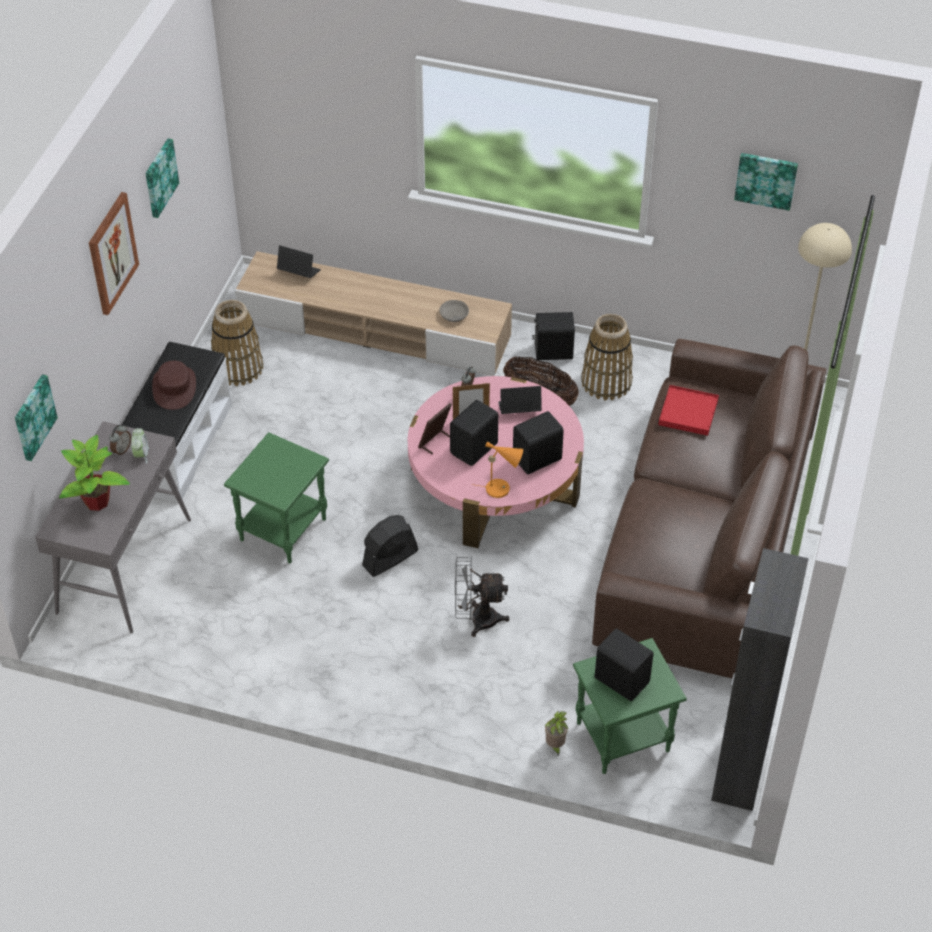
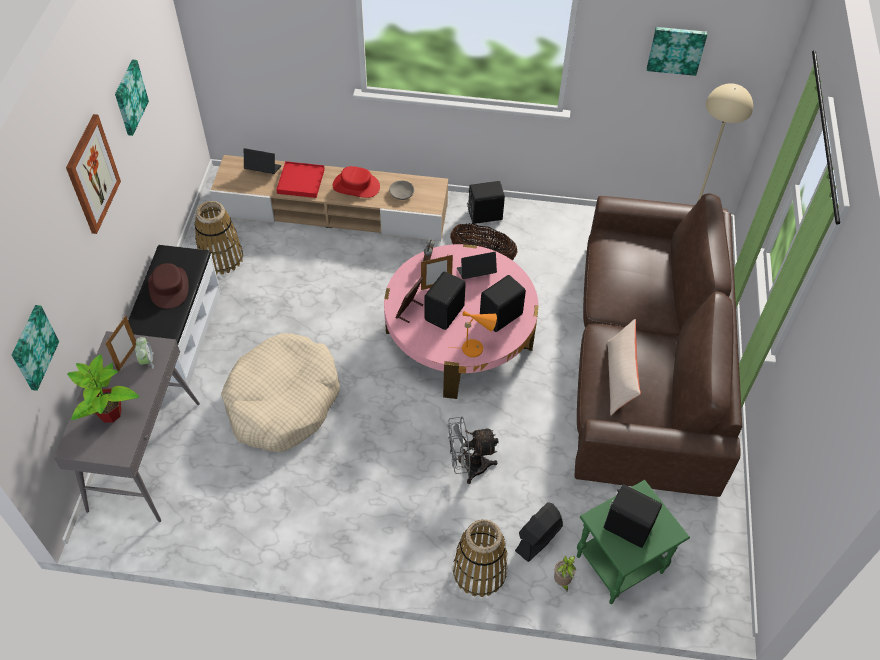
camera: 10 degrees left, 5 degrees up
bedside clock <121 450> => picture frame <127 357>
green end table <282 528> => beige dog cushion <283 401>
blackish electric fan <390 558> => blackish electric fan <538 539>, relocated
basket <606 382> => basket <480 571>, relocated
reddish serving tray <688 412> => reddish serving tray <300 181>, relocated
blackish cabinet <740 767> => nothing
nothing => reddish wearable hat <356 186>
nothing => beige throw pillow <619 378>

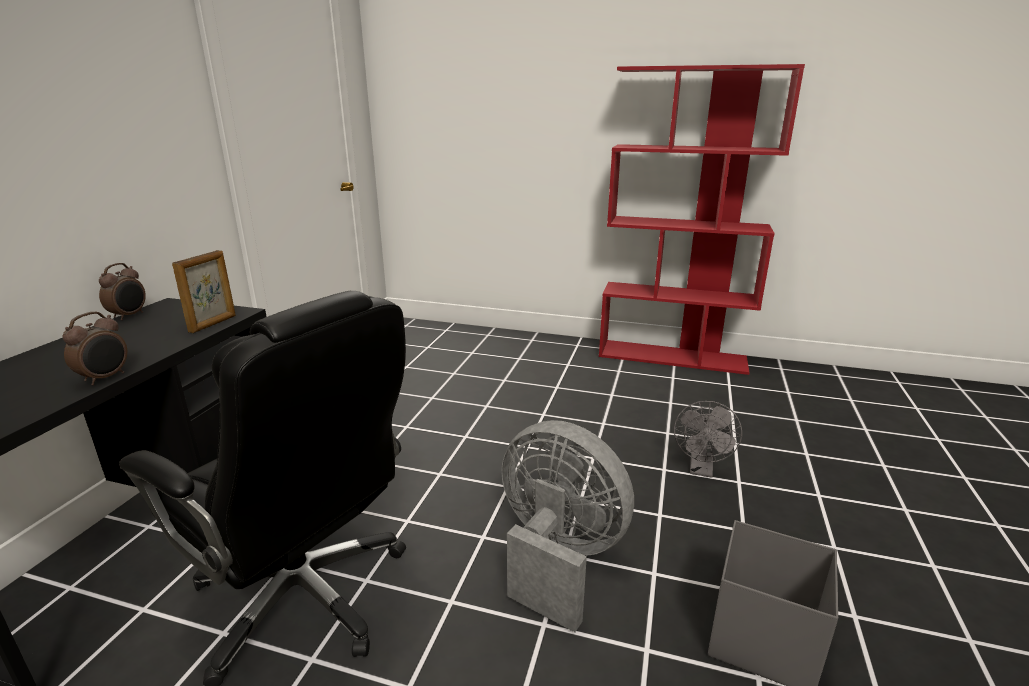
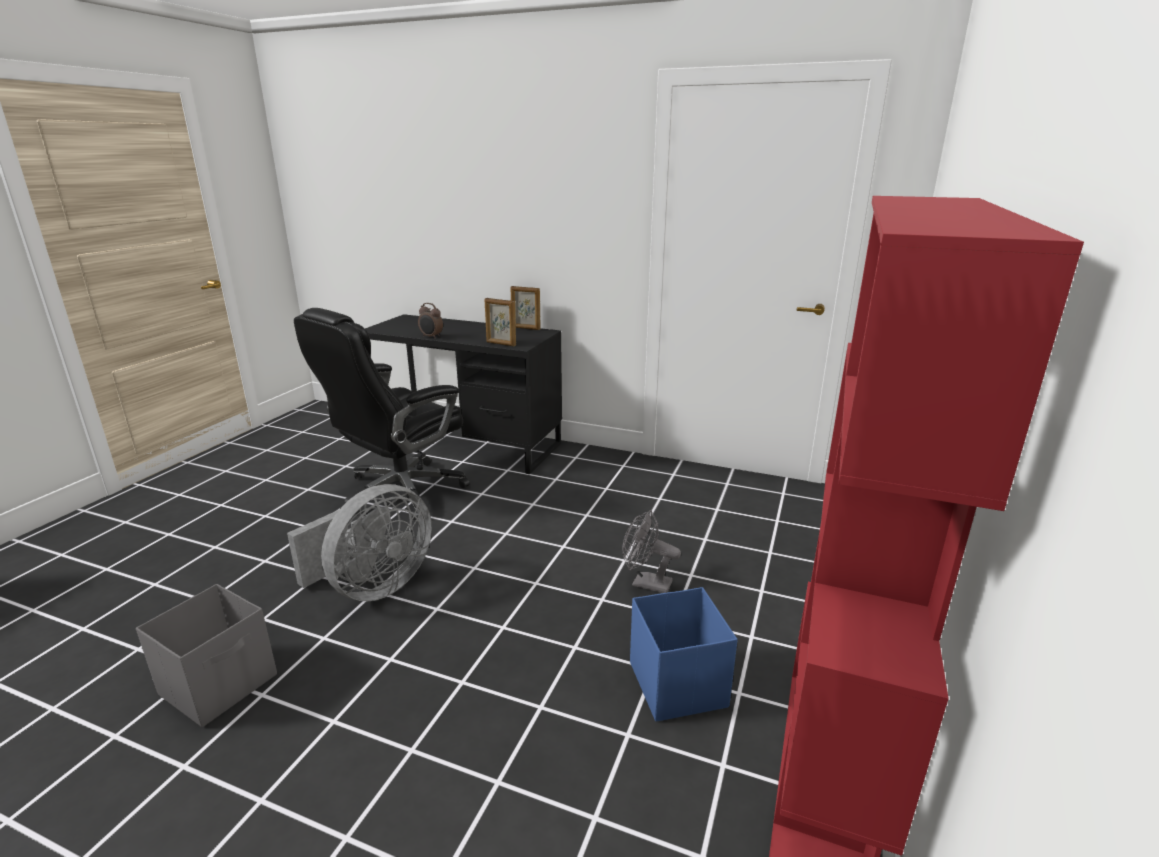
camera: 95 degrees right, 0 degrees up
bedside clock <129 316> => picture frame <525 328>
grey electric fan <701 470> => grey electric fan <645 583>, relocated
nothing => blue storage bin <677 683>

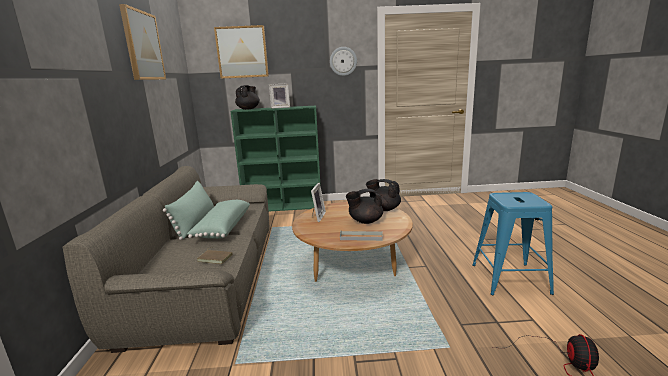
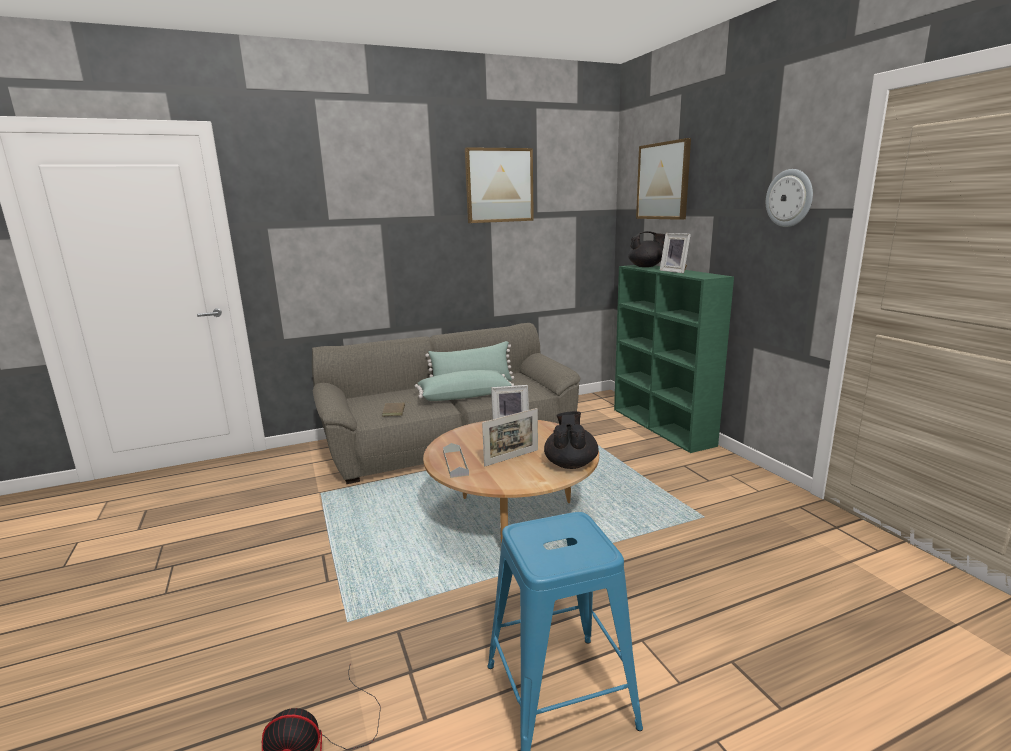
camera: 70 degrees right, 0 degrees up
blackish pot for tea <365 221> => picture frame <511 458>

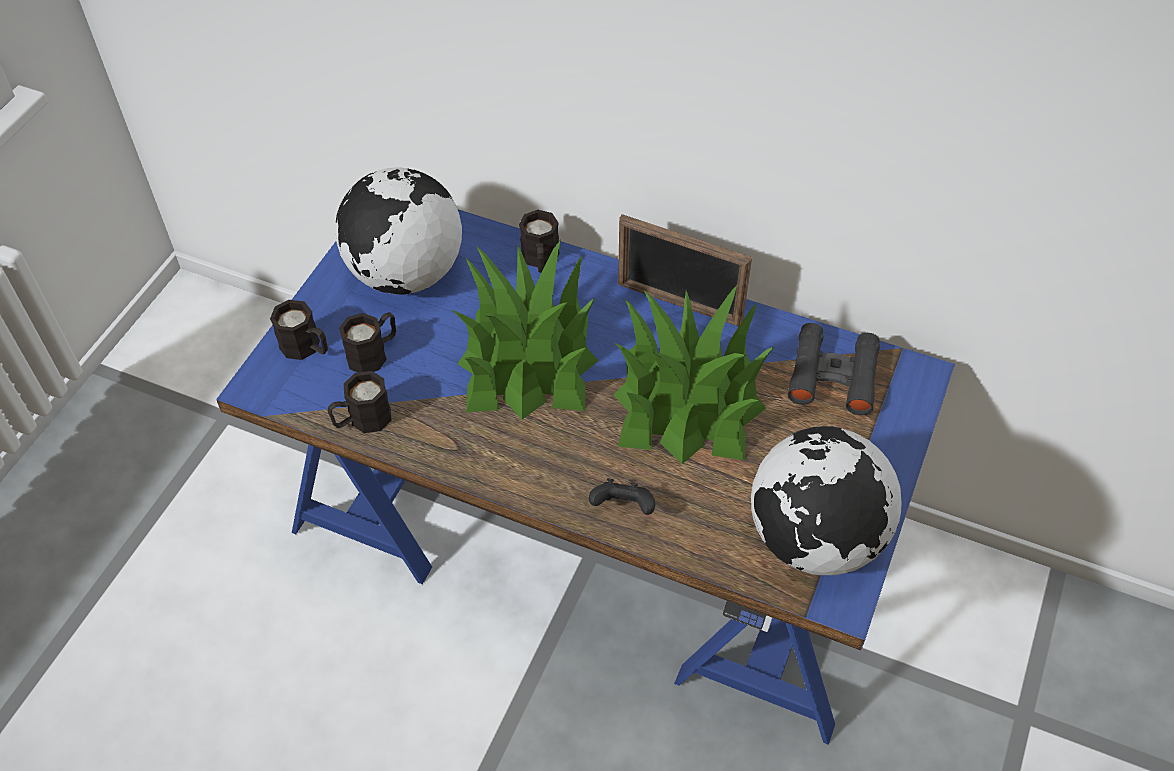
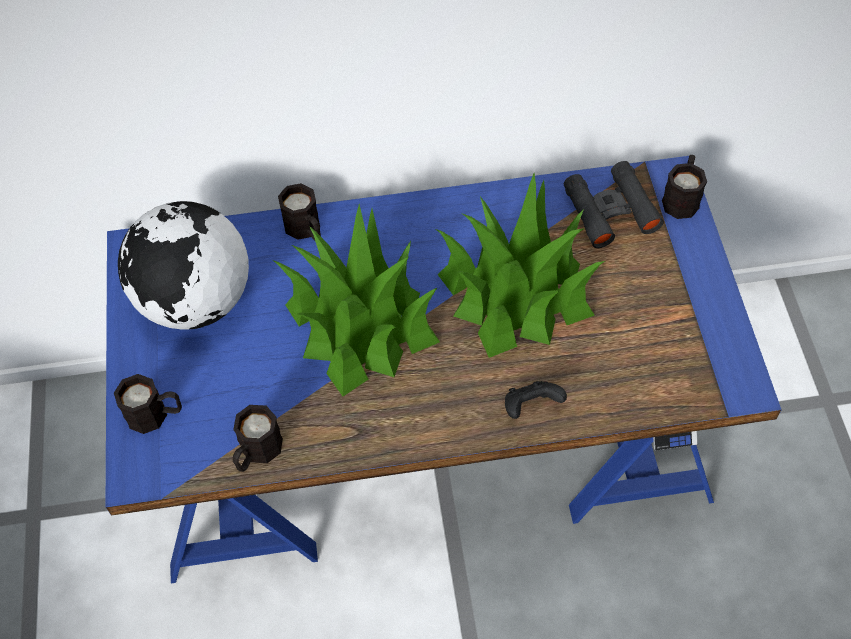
camera: 30 degrees left, 5 degrees up
blackish coffee mug <374 353> => blackish coffee mug <682 197>, relocated
picture frame <679 304> => nothing
globe <815 539> => nothing

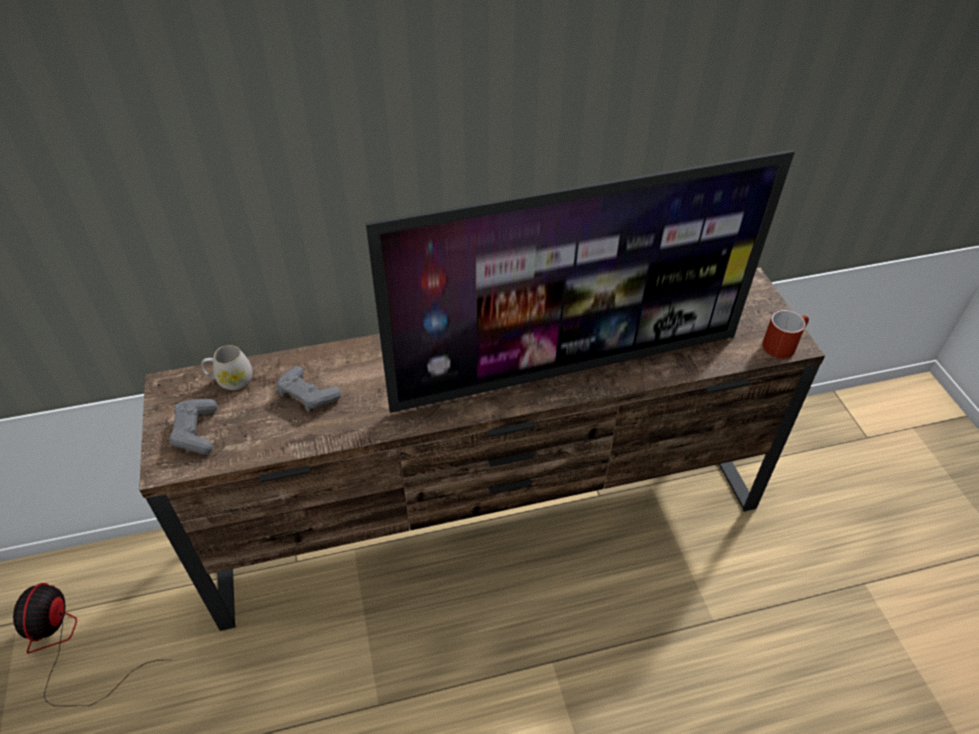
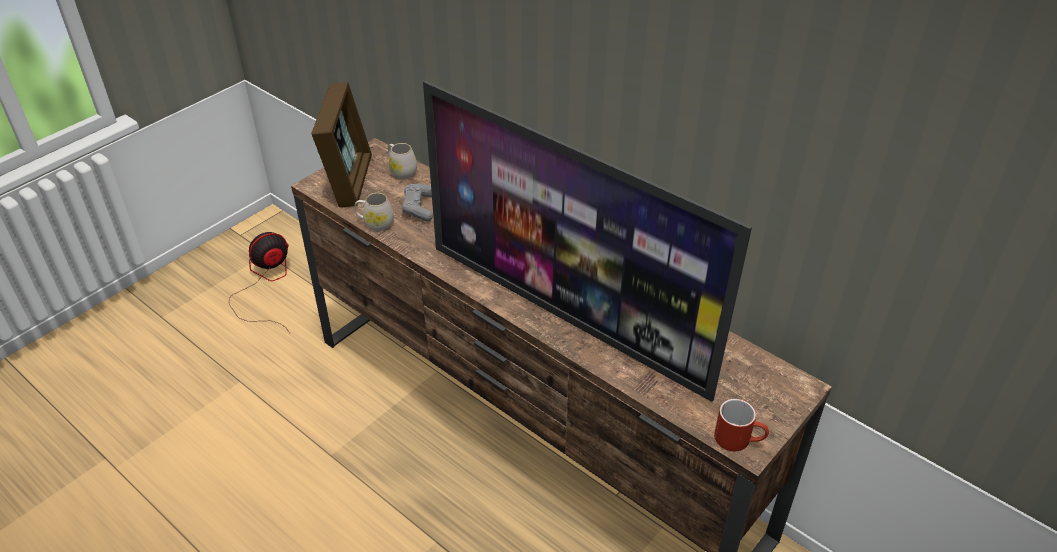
camera: 55 degrees right, 5 degrees down
grey game controller <196 432> => picture frame <349 181>
nothing => white coffee mug <375 223>

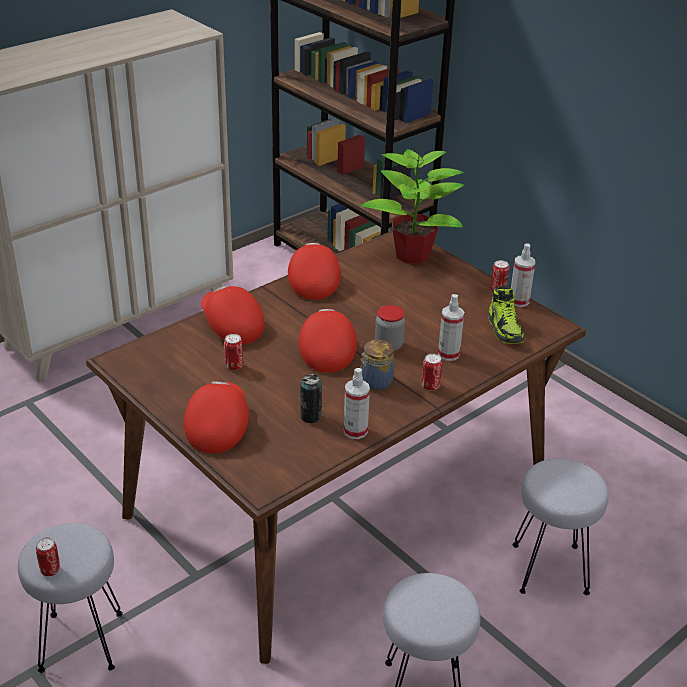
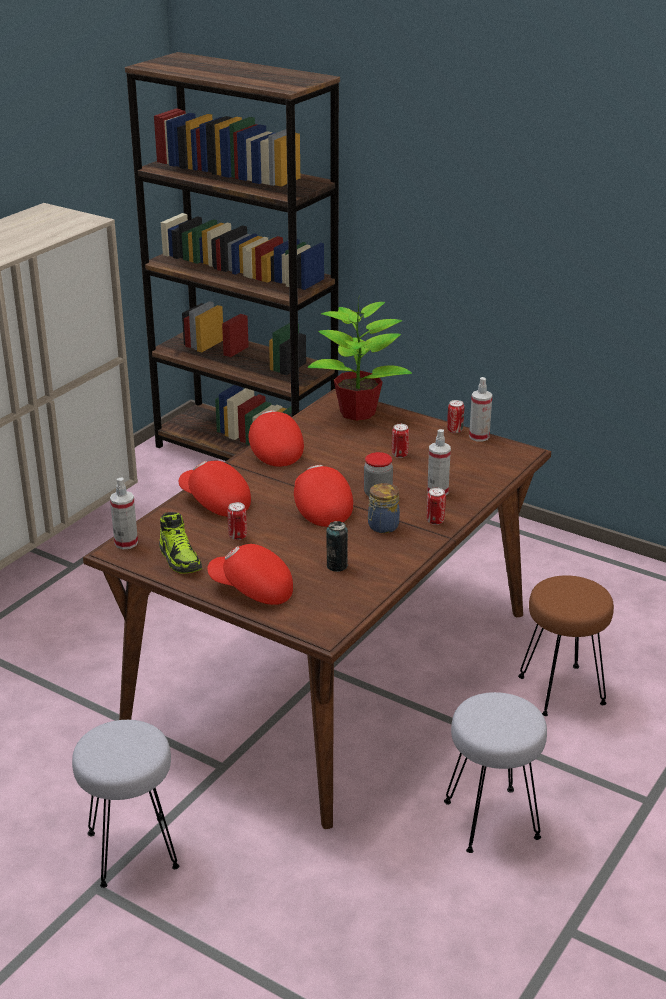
camera: 15 degrees left, 5 degrees down
sealed can <50 570> => sealed can <399 455>, relocated
reddish baseball cap <217 427> => reddish baseball cap <251 590>, 60 degrees counterclockwise
spray bottle <355 431> => spray bottle <126 543>, relocated
shoe <505 329> => shoe <180 559>, relocated
grey sitting stool <549 570> => brown-coloured sitting stool <561 691>

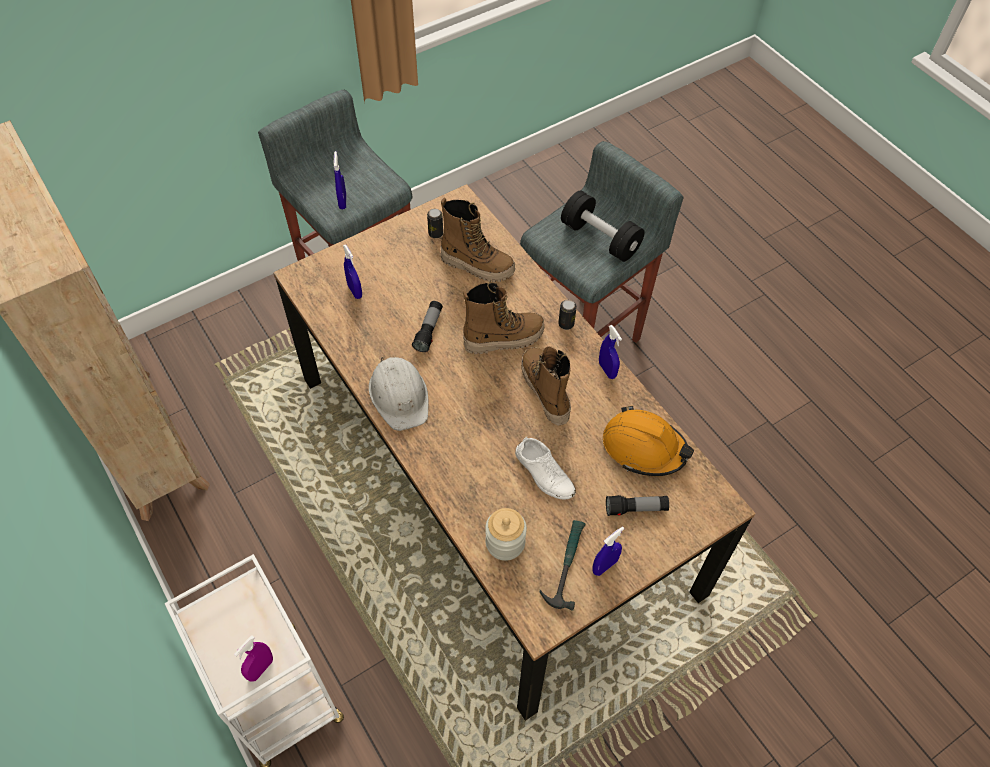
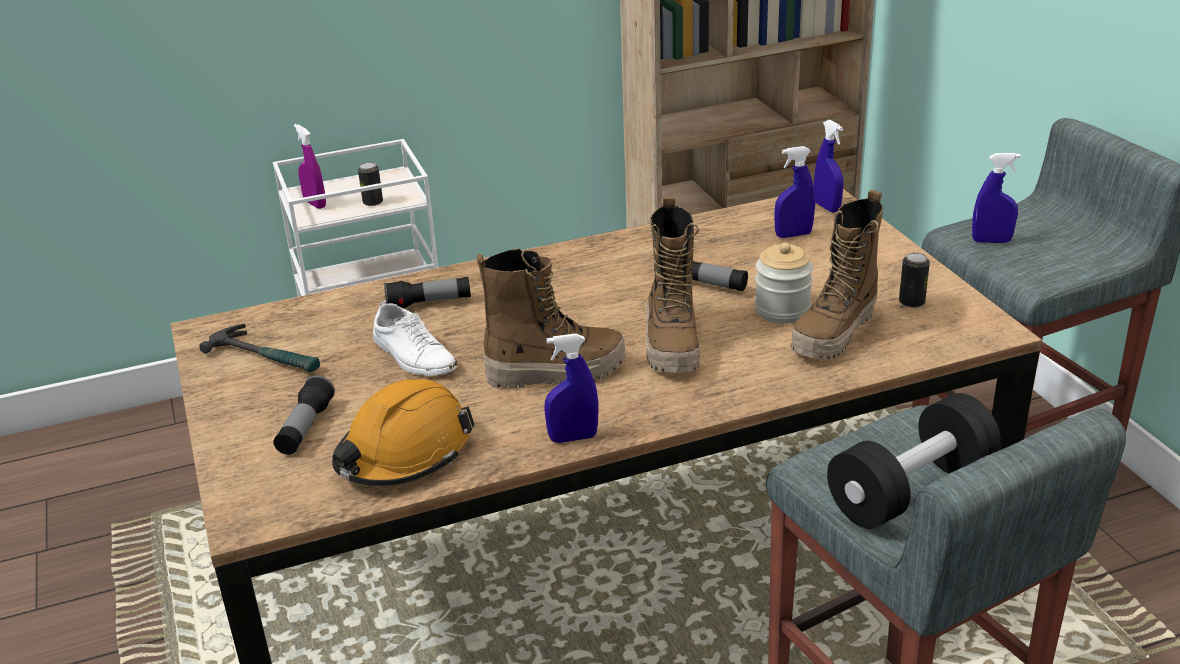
camera: 105 degrees right, 25 degrees down
white hard hat <400 395> => nothing
storage jar <505 542> => storage jar <782 310>, relocated
white shoe <544 473> => white shoe <414 356>, 105 degrees counterclockwise
sealed can <566 324> => sealed can <373 202>, relocated
blue spray bottle <604 566> => blue spray bottle <827 207>, relocated
nothing => hand torch <429 303>

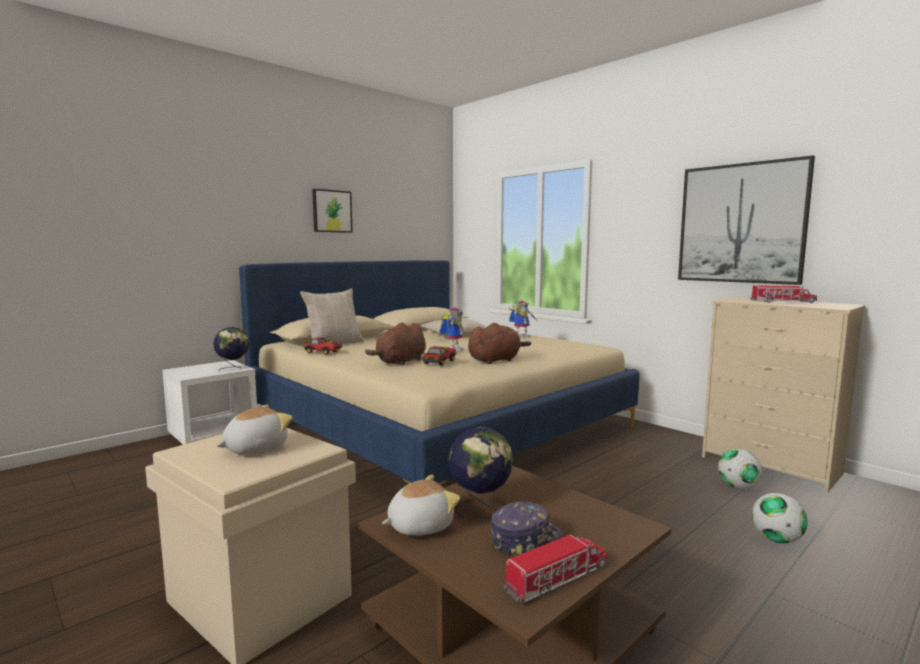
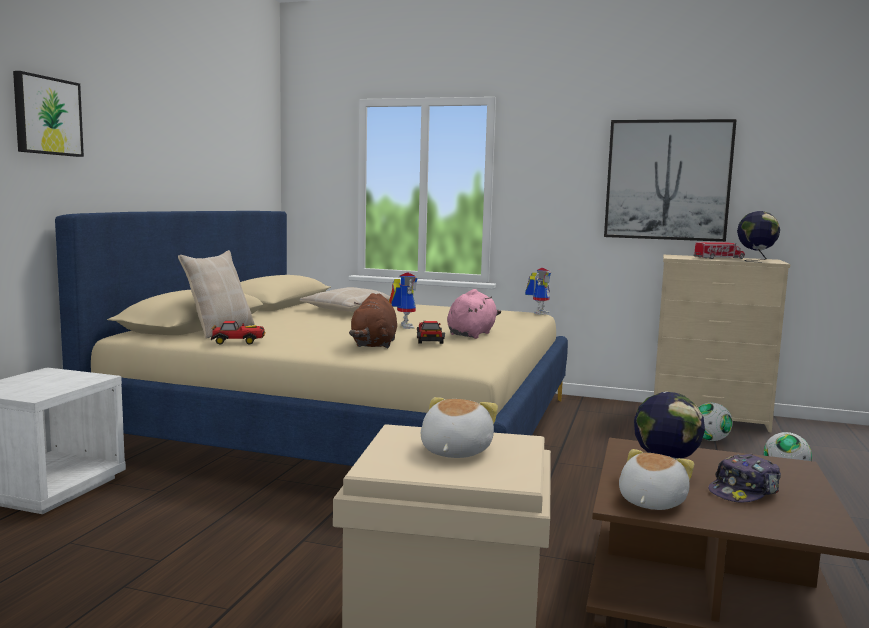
camera: 30 degrees left, 0 degrees up
globe <233 368> => globe <755 261>, relocated
wall art <331 211> => wall art <47 116>, relocated
brown-coloured soft toy <496 360> => pinkish soft toy <472 334>
baseball cap <525 538> => baseball cap <744 491>, 150 degrees counterclockwise
toy truck <558 578> => nothing
model robot <521 336> => model robot <539 313>, relocated

